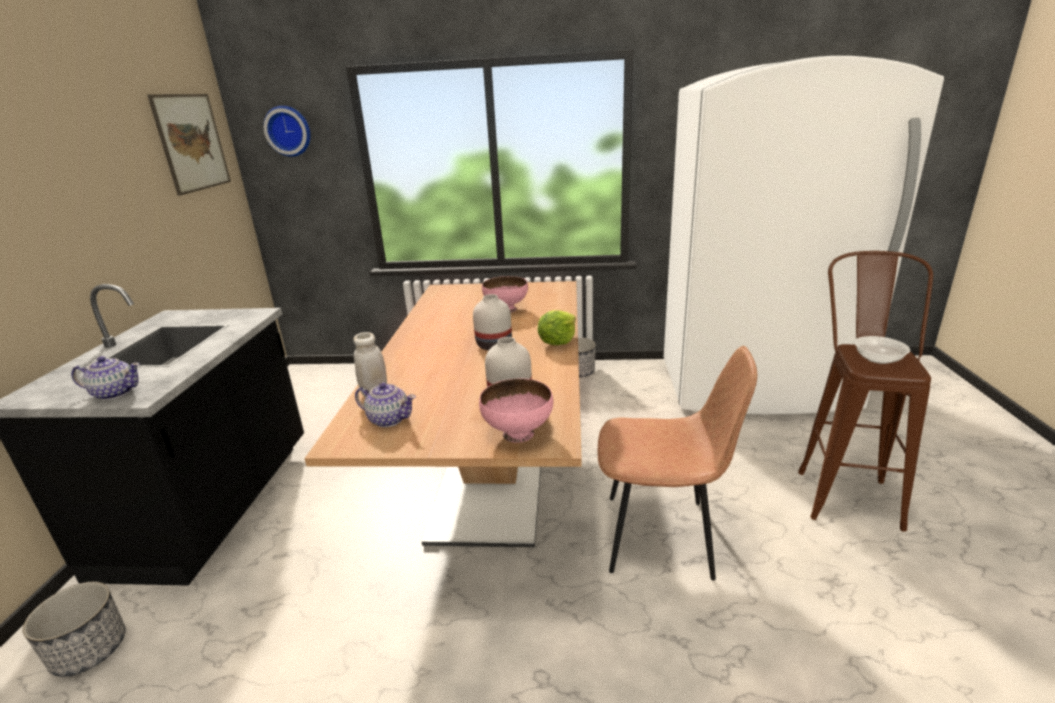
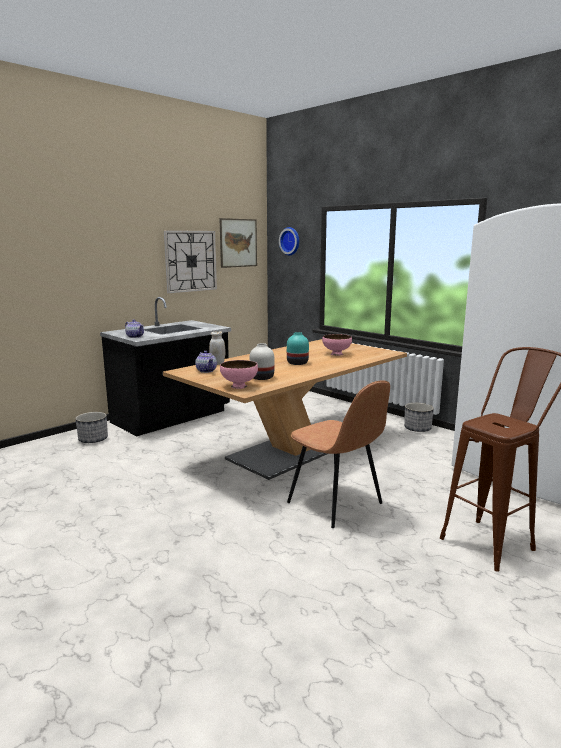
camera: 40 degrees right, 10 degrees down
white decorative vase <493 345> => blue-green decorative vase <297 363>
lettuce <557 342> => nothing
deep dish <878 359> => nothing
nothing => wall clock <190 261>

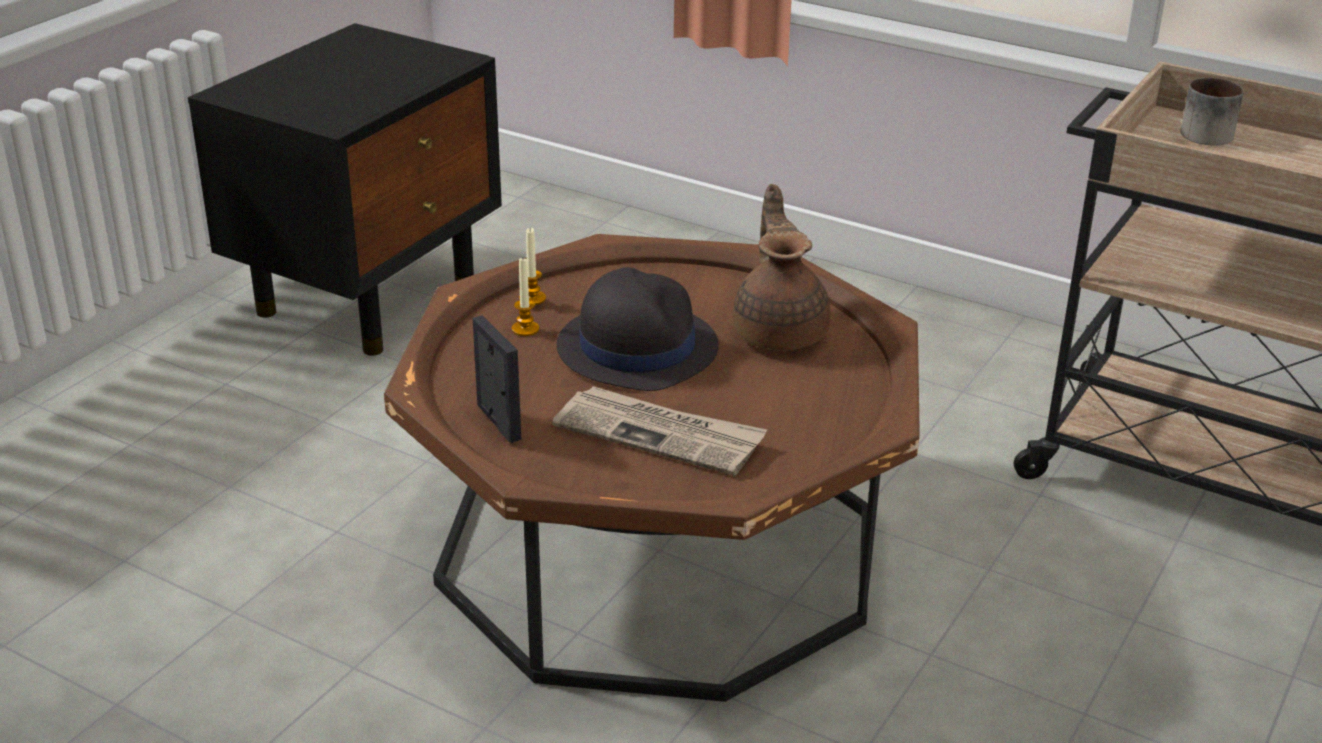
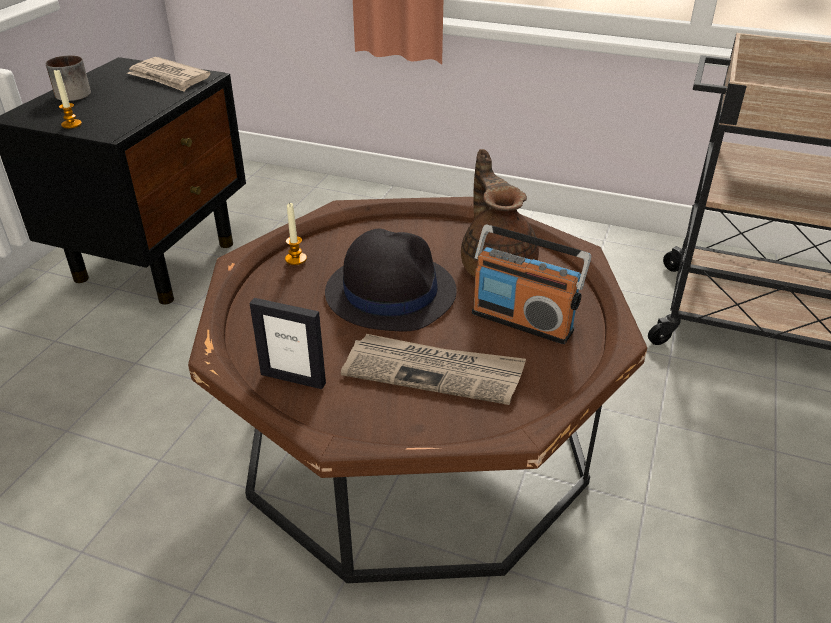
camera: 10 degrees left, 5 degrees up
picture frame <498 422> => picture frame <293 378>, 150 degrees clockwise
wax light <525 329> => wax light <71 124>, relocated
coffee mug <1201 132> => coffee mug <71 93>, relocated
nothing => printed paper <169 78>
nothing => radio receiver <522 321>

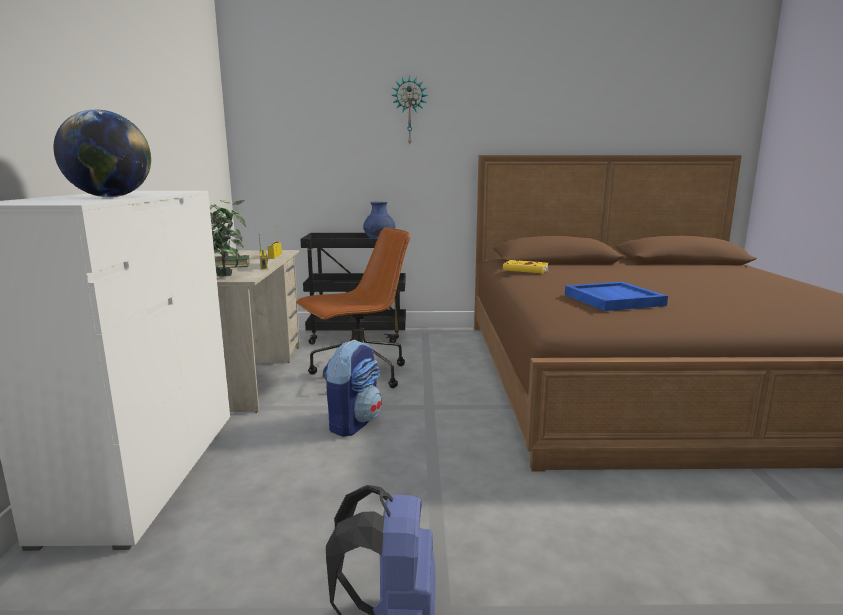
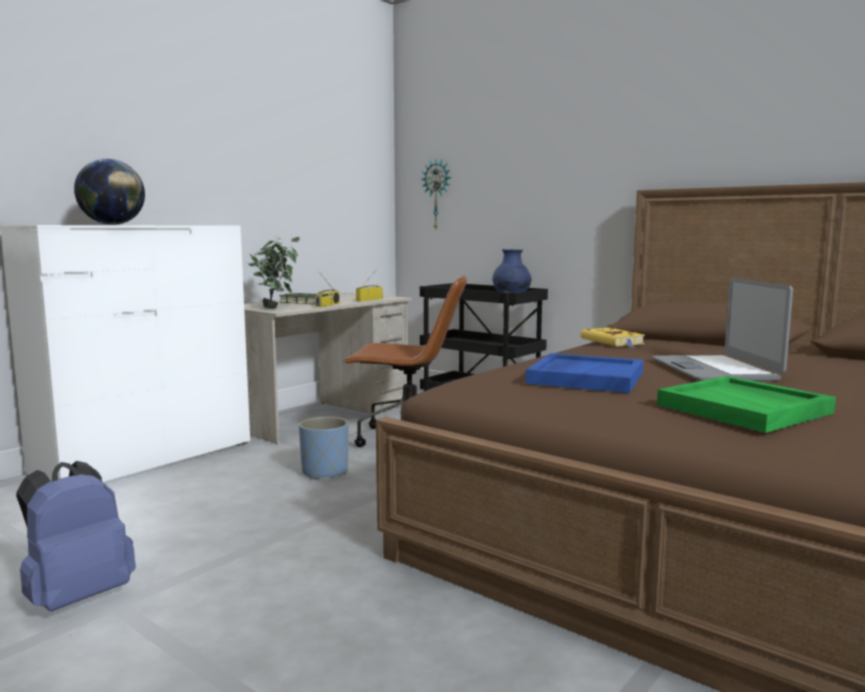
camera: 40 degrees right, 5 degrees down
knapsack <353 423> => blue planter <325 472>
wall clock <409 111> => wall clock <437 194>, relocated
nothing => notebook computer <715 370>
nothing => green serving tray <745 409>

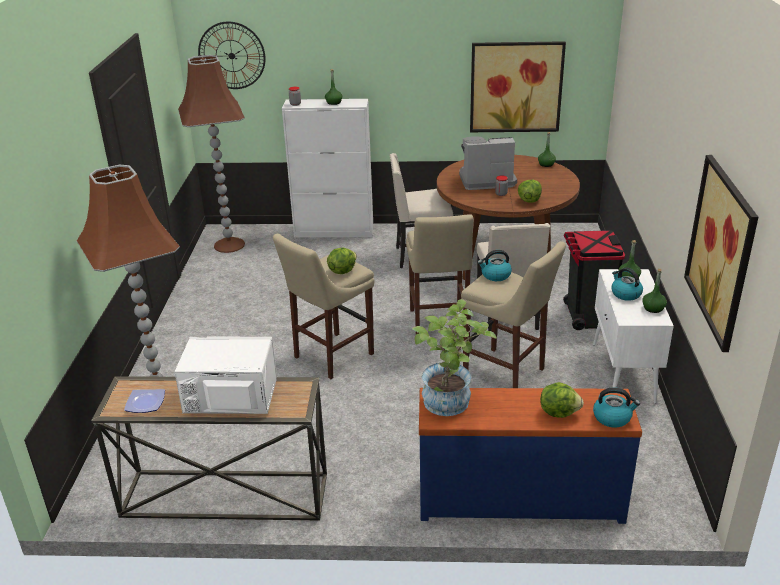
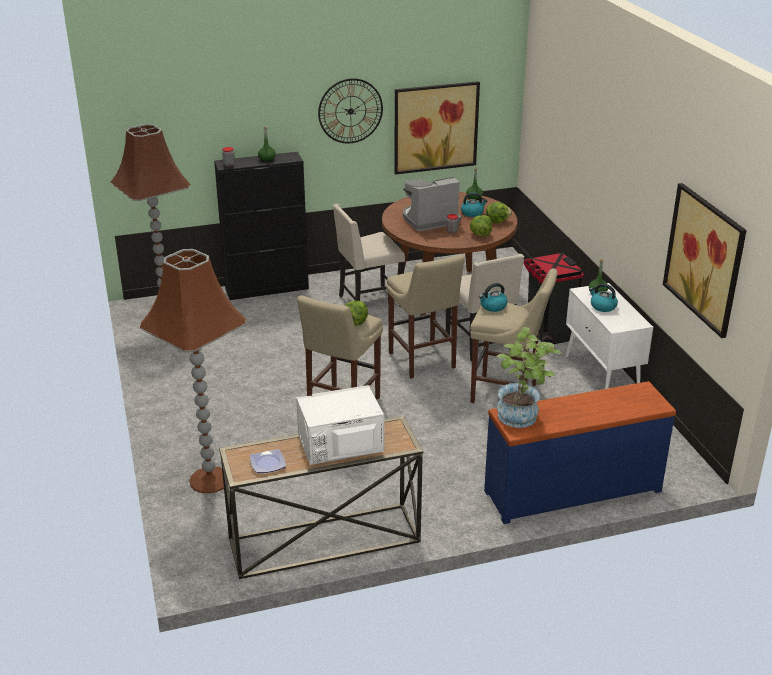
camera: 20 degrees left, 0 degrees up
wall clock <231 55> => wall clock <350 111>, relocated
white cabinet <334 231> => blackish cabinet <267 288>
lettuce <559 412> => lettuce <497 221>, relocated
tea kettle <612 417> => tea kettle <472 213>, relocated
green beverage bottle <653 308> => nothing

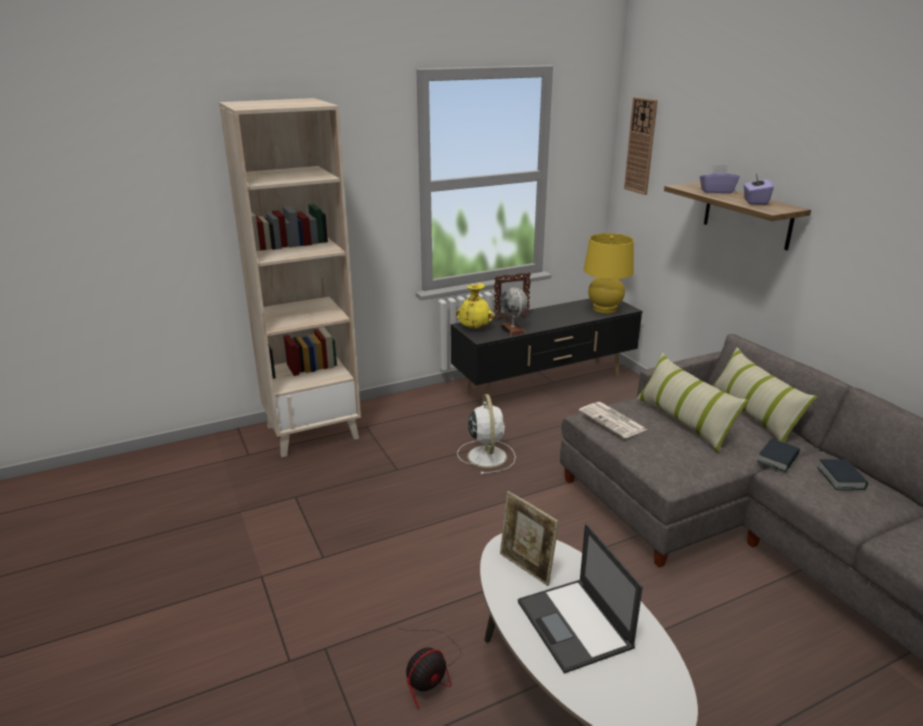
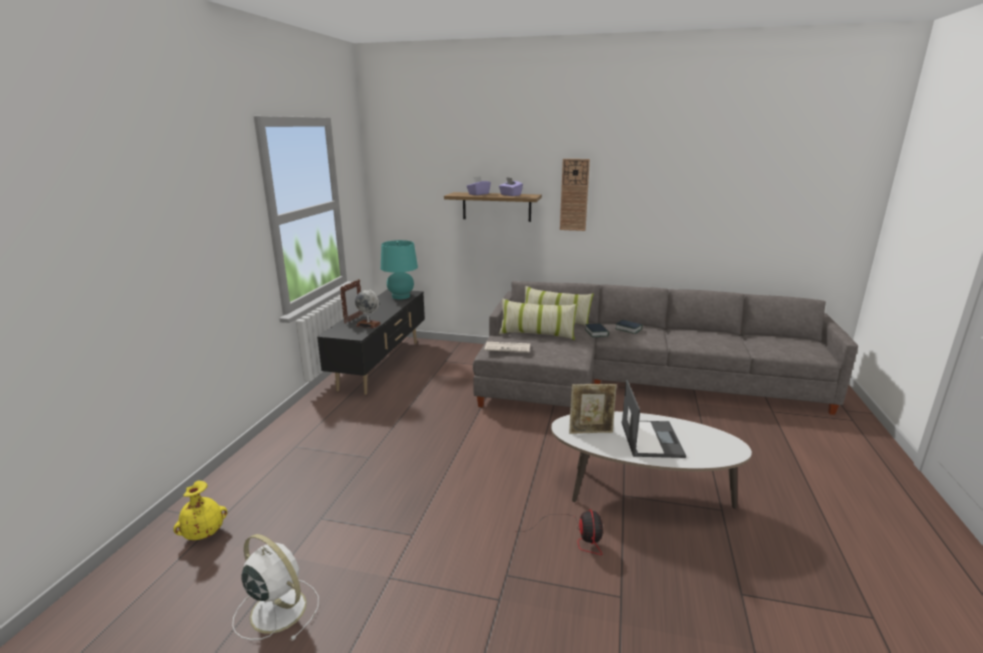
camera: 50 degrees left, 5 degrees down
beige bookcase <313 432> => nothing
yellow decorative vase <474 327> => yellow decorative vase <204 533>, relocated
white electric fan <486 455> => white electric fan <276 609>, relocated
notebook computer <575 625> => notebook computer <651 438>, 105 degrees counterclockwise
yellow lamp for a table <604 309> => blue-green lamp for a table <401 296>
wall clock <641 146> => wall clock <574 195>, relocated

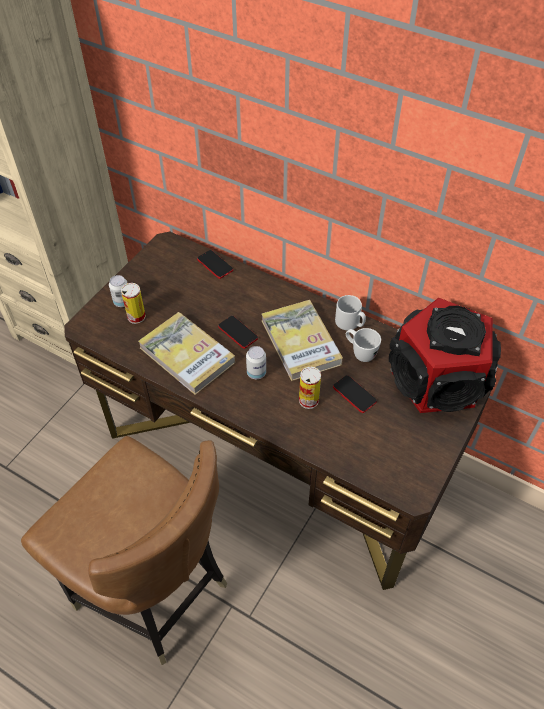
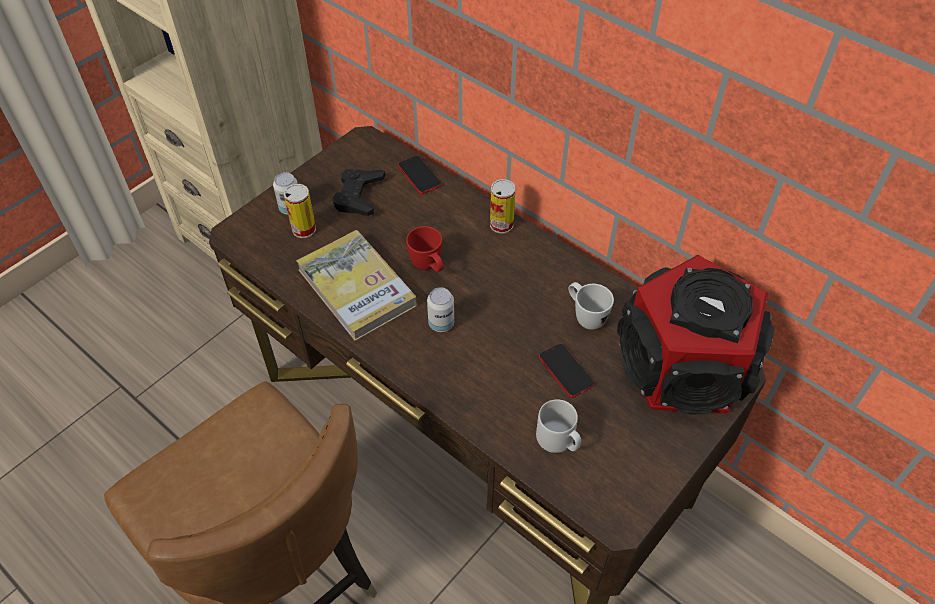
camera: 10 degrees right, 0 degrees up
handset <238 332> => reddish coffee mug <429 267>
book <300 342> => nothing
sealed can <308 400> => sealed can <501 224>, relocated
grey coffee mug <350 323> => grey coffee mug <558 440>, relocated
nothing => blackish game controller <358 195>

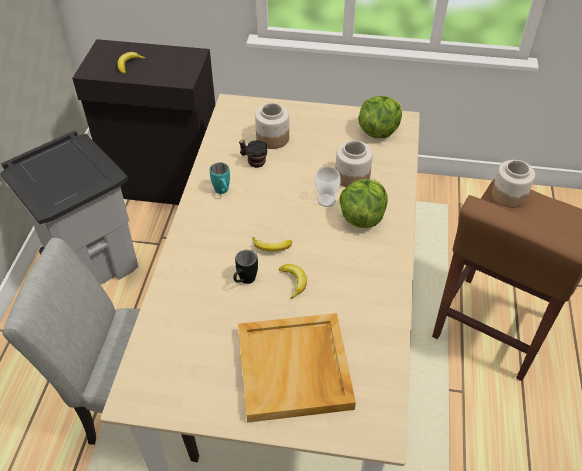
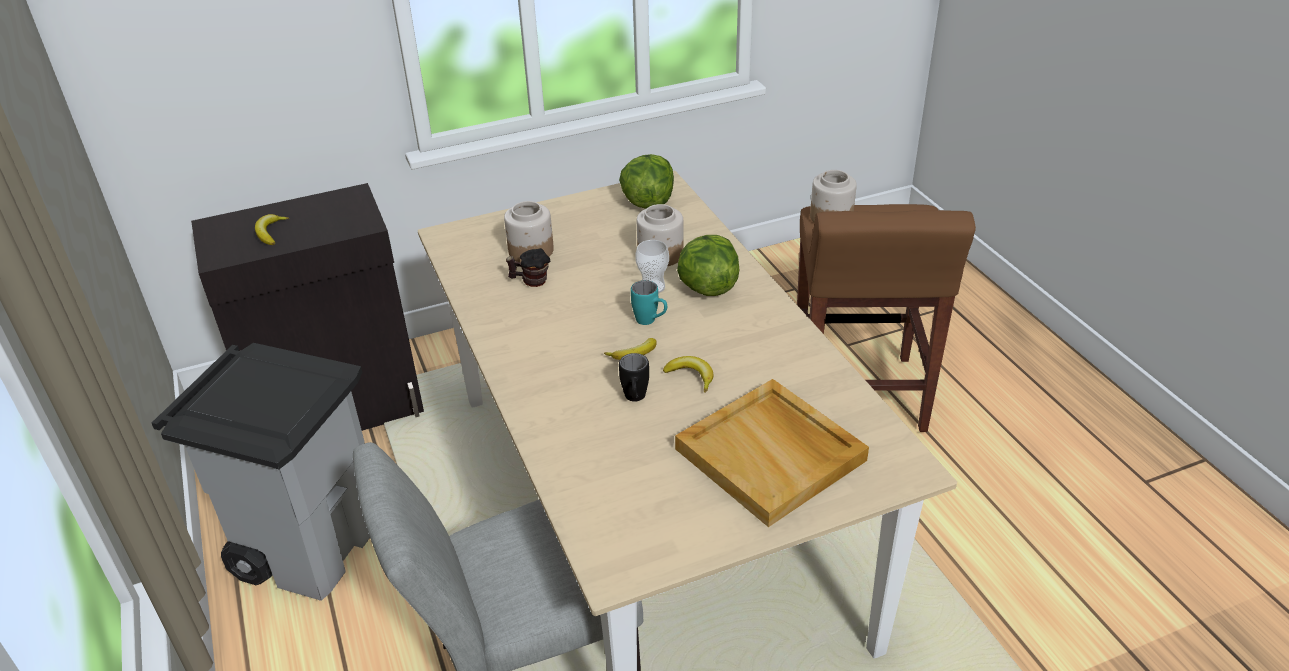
camera: 30 degrees left, 10 degrees down
blue-green coffee mug <223 192> => blue-green coffee mug <650 321>, relocated

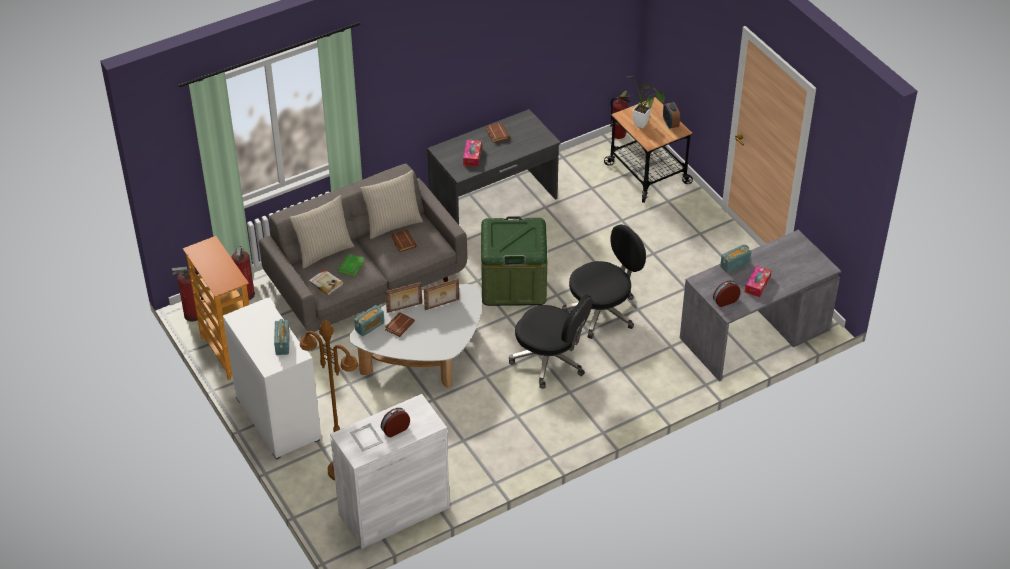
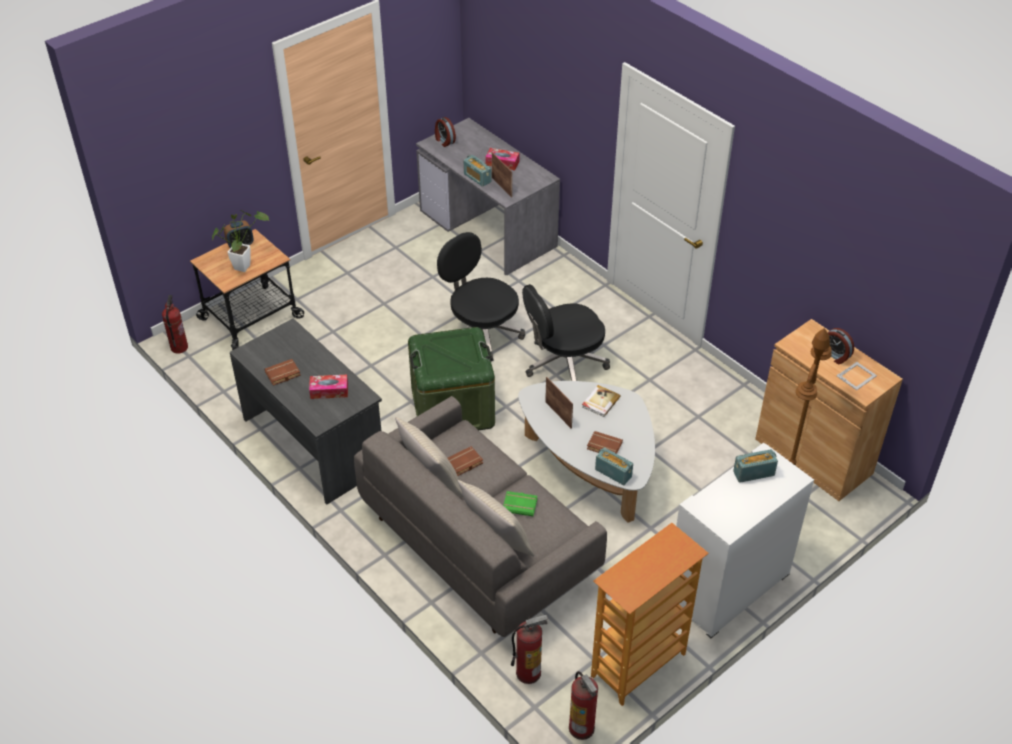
camera: 100 degrees left, 0 degrees up
book <326 283> => book <600 402>, relocated
white cabinet <394 511> => brown-coloured cabinet <813 456>
picture frame <404 308> => picture frame <502 187>, relocated
blackish desk chair <550 361> => blackish desk chair <564 364>, 135 degrees counterclockwise
bedside clock <725 301> => bedside clock <444 141>, relocated

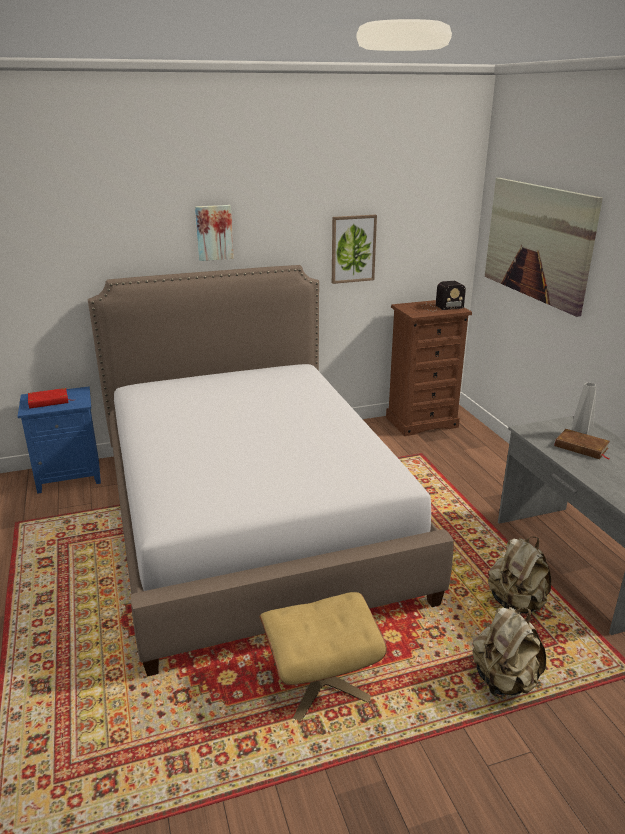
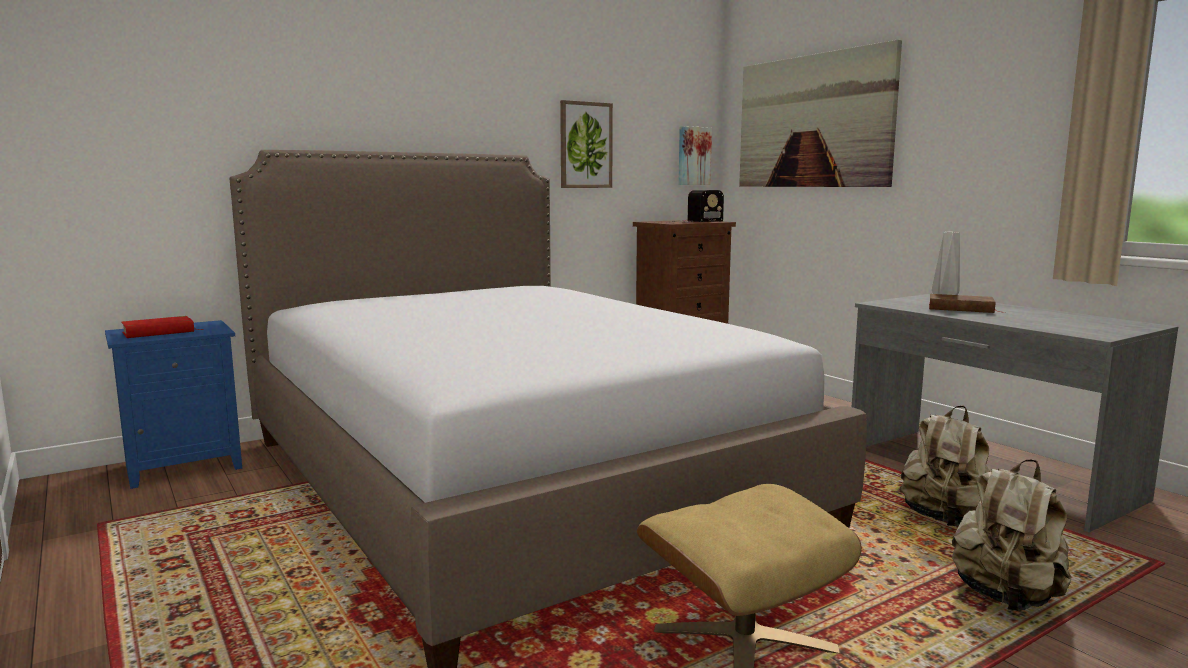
camera: 15 degrees left, 15 degrees down
wall art <214 232> => wall art <693 156>, relocated

